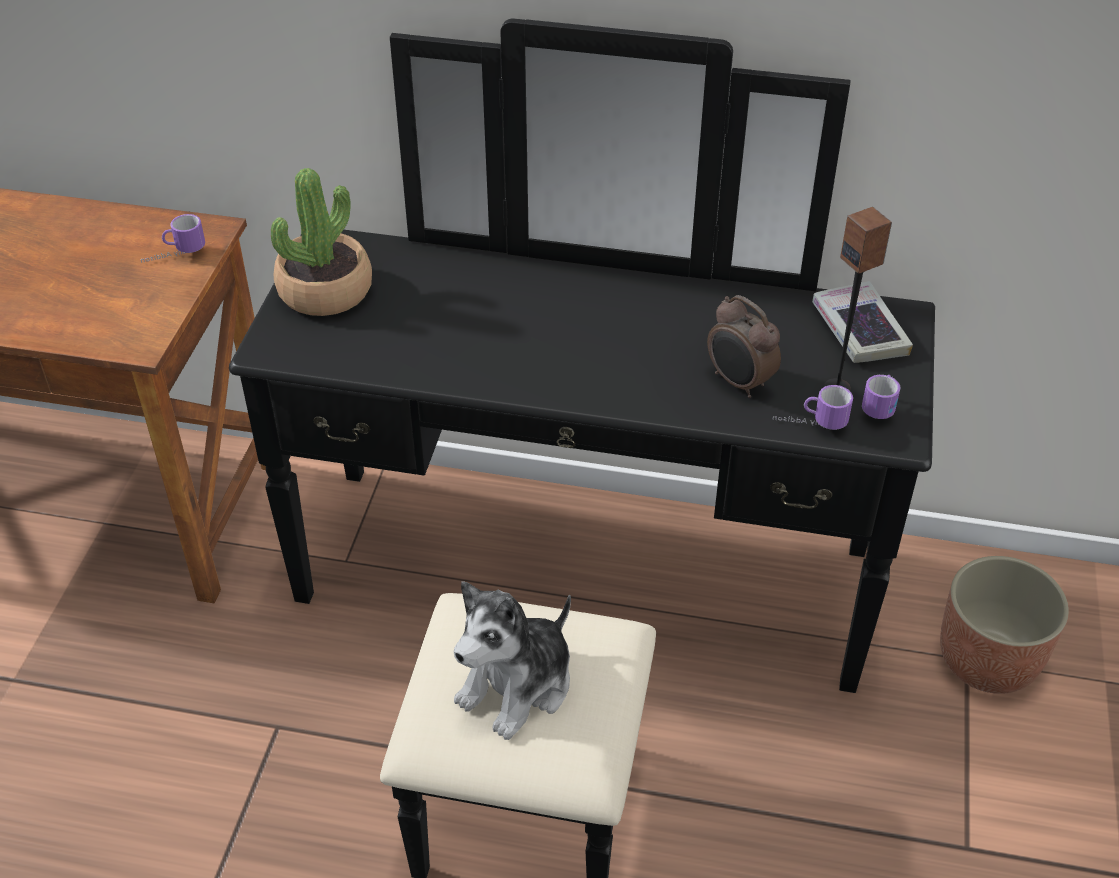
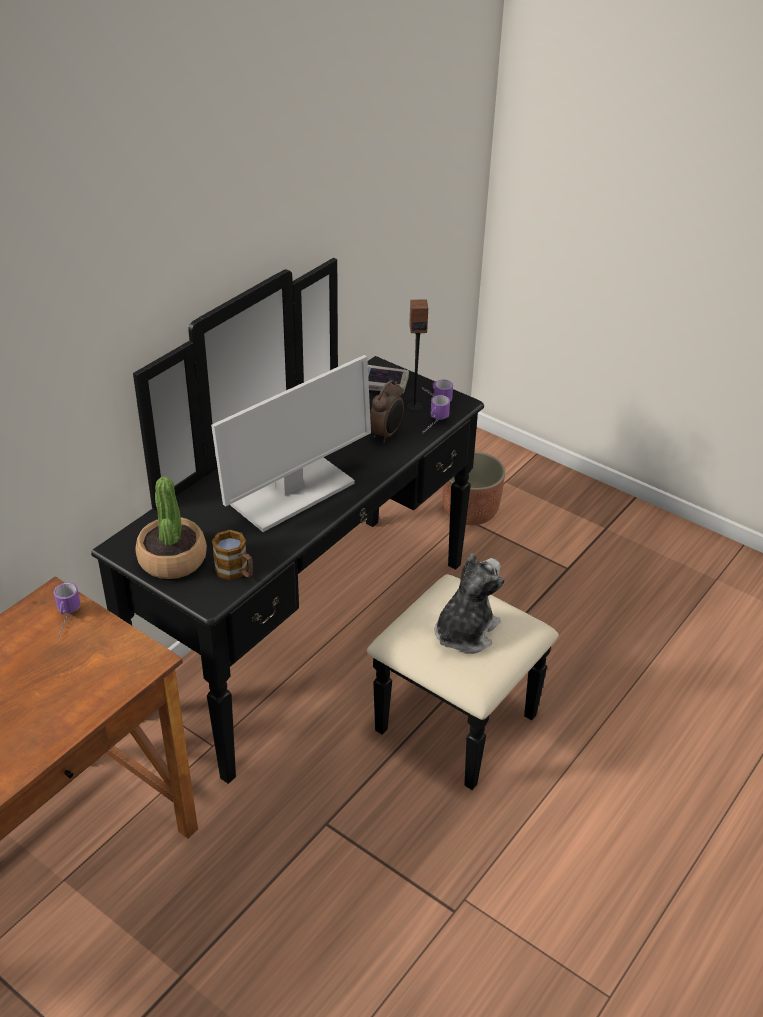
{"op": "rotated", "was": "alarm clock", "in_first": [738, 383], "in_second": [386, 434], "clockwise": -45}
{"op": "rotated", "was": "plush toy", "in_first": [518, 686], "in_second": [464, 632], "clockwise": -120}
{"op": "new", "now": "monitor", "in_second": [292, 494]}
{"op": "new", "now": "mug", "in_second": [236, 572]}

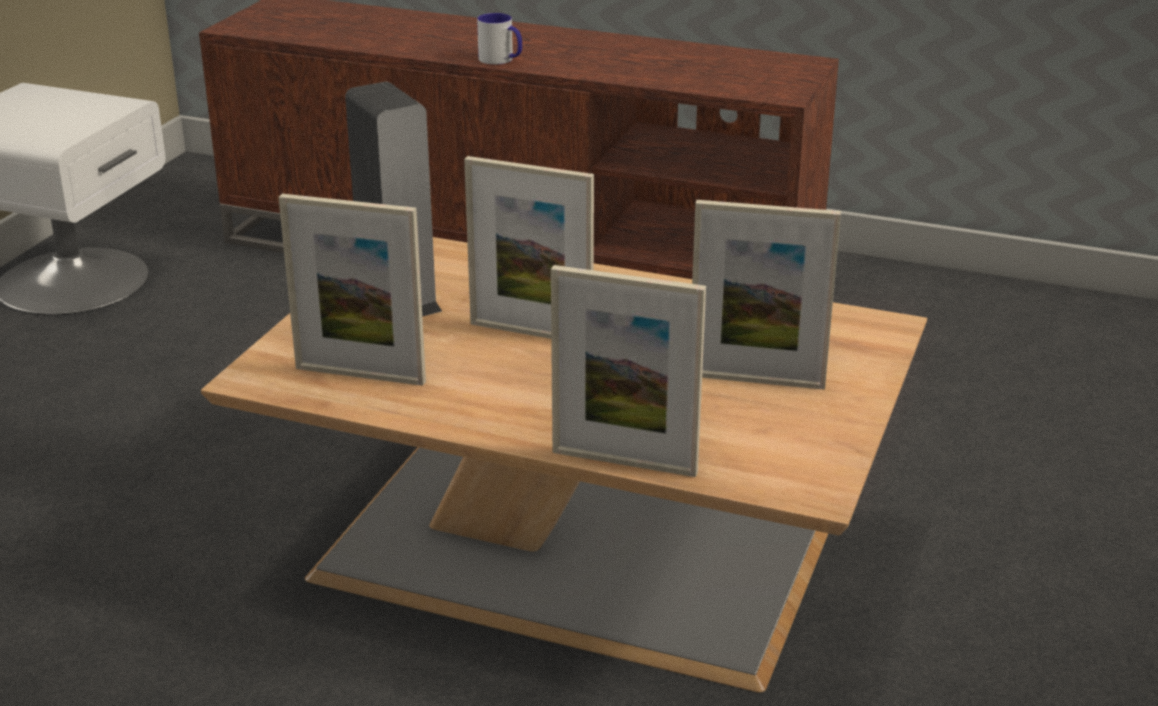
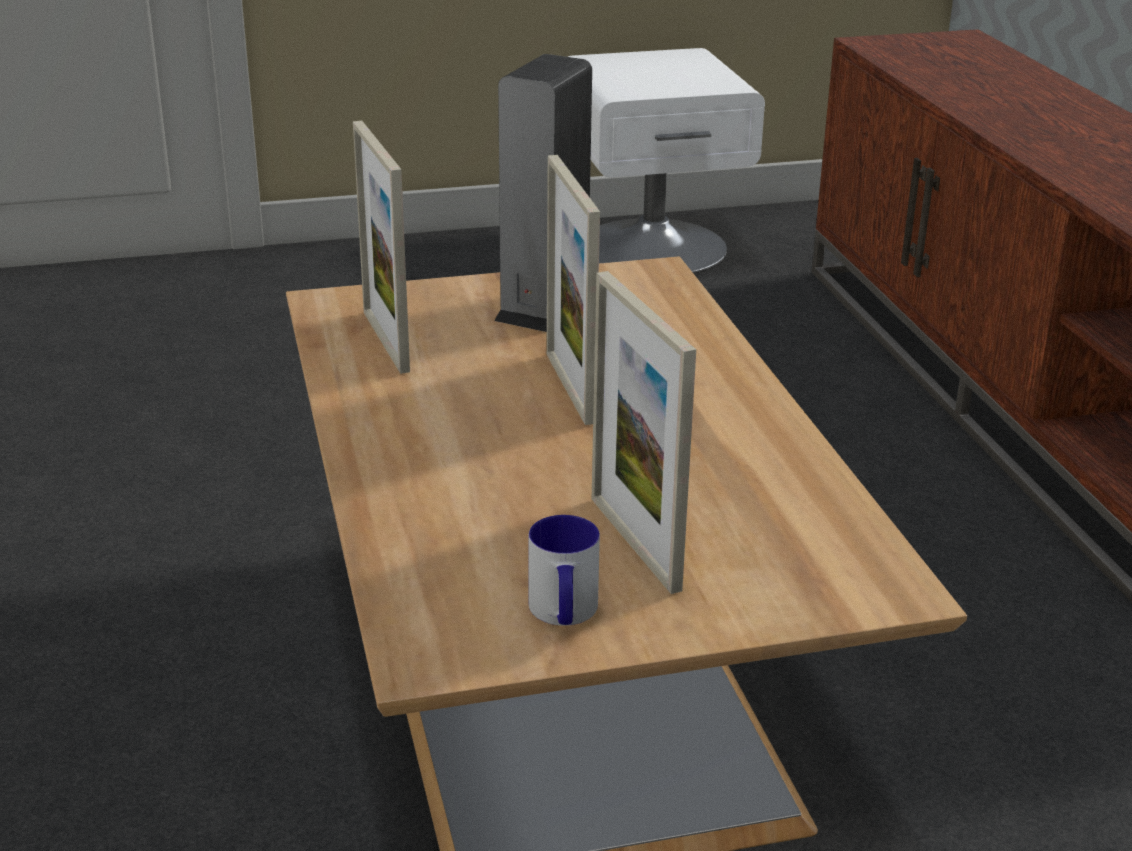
{"op": "shifted", "was": "mug", "in_first": [501, 60], "in_second": [563, 614]}
{"op": "gone", "was": "picture frame", "in_first": [624, 462]}

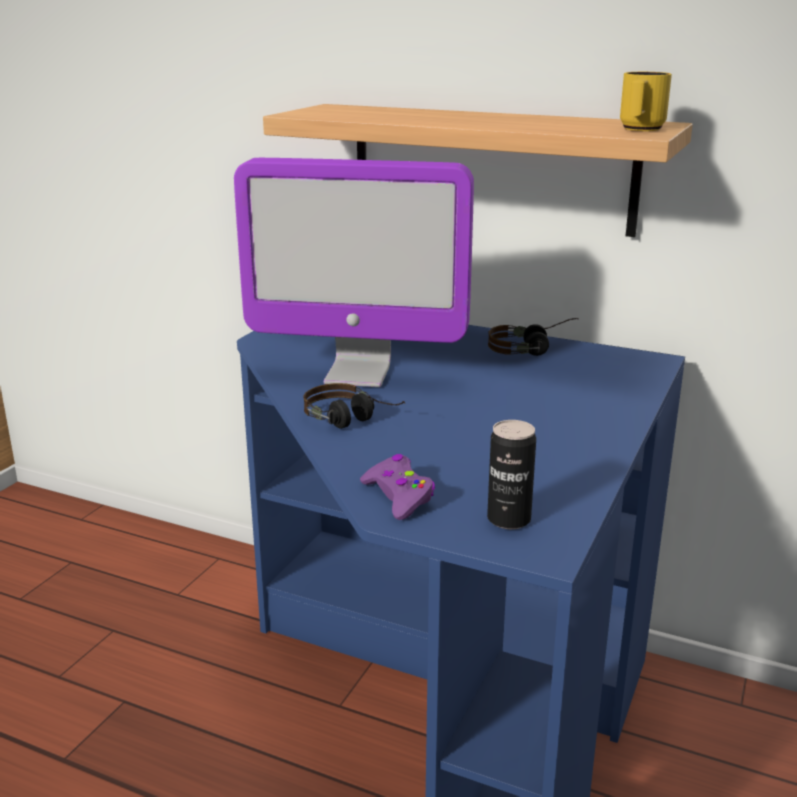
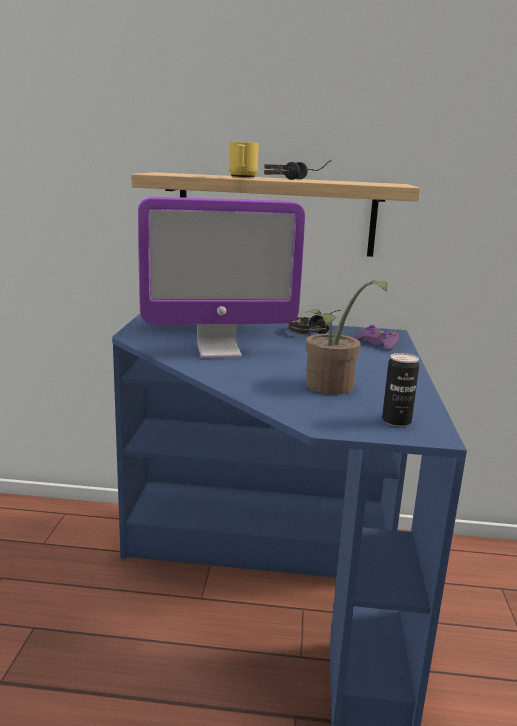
{"op": "shifted", "was": "yellow mug", "in_first": [640, 129], "in_second": [242, 177]}
{"op": "shifted", "was": "headphones", "in_first": [353, 421], "in_second": [295, 179]}
{"op": "shifted", "was": "purple game controller", "in_first": [399, 496], "in_second": [377, 344]}
{"op": "new", "now": "potted plant", "in_second": [331, 388]}

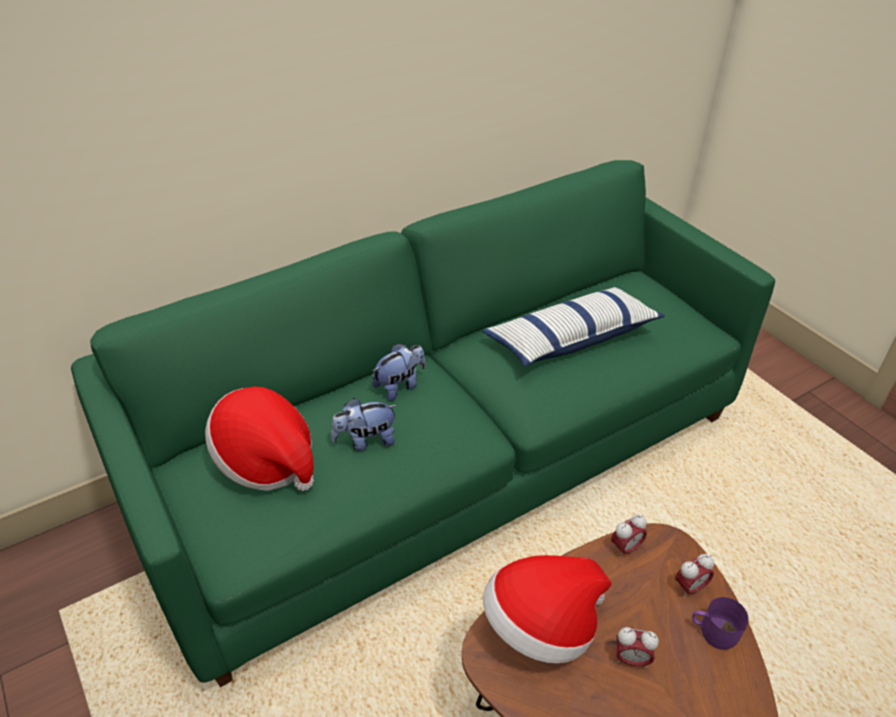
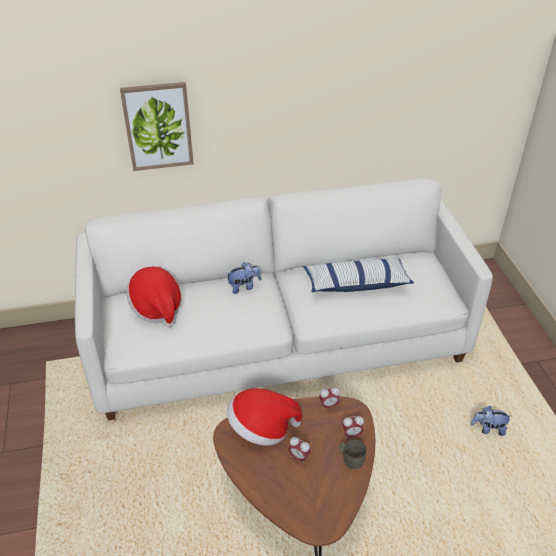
{"op": "repainted", "was": "green sofa", "now": "white sofa", "in_first": [448, 459], "in_second": [278, 341]}
{"op": "shifted", "was": "plush toy", "in_first": [366, 441], "in_second": [488, 428]}
{"op": "repainted", "was": "purple mug", "now": "grey mug", "in_first": [713, 631], "in_second": [351, 458]}
{"op": "new", "now": "picture", "in_second": [158, 126]}

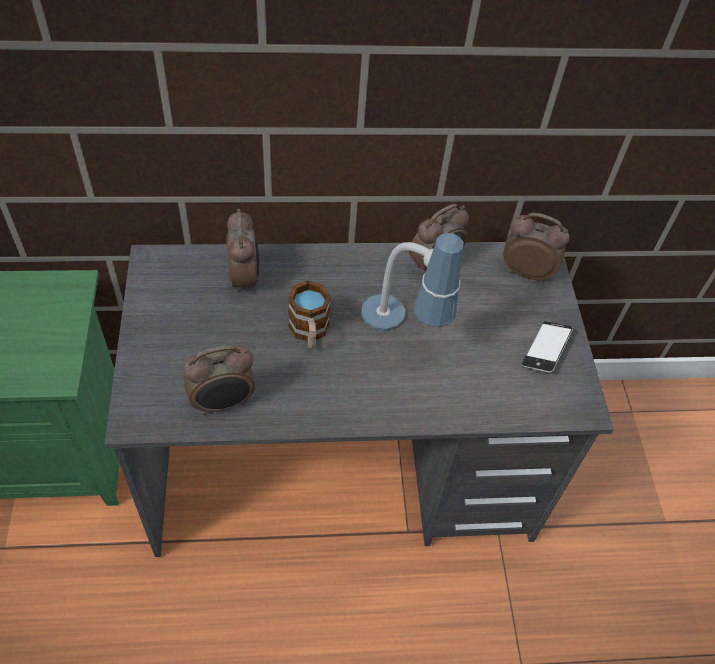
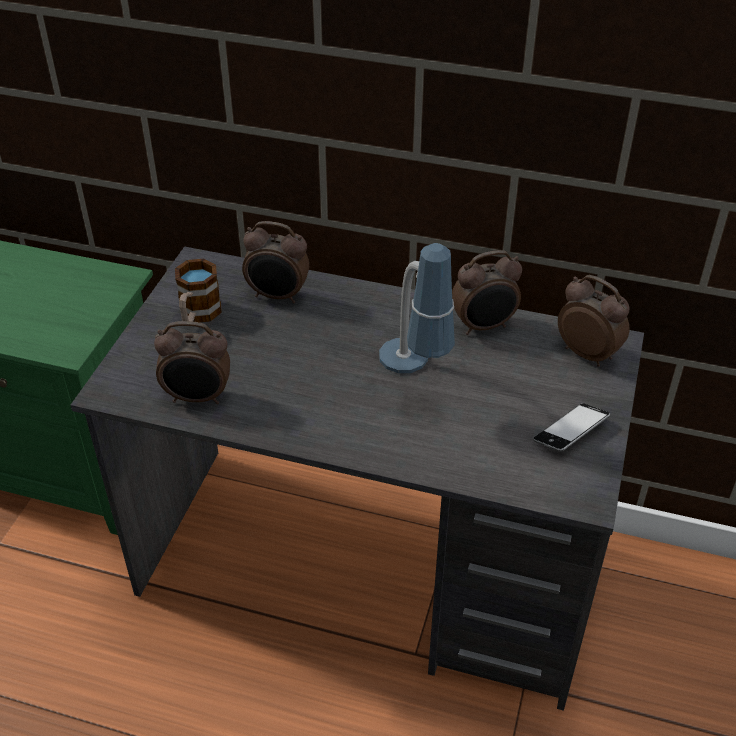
{"op": "rotated", "was": "alarm clock", "in_first": [245, 278], "in_second": [278, 296], "clockwise": 90}
{"op": "shifted", "was": "mug", "in_first": [309, 332], "in_second": [197, 315]}

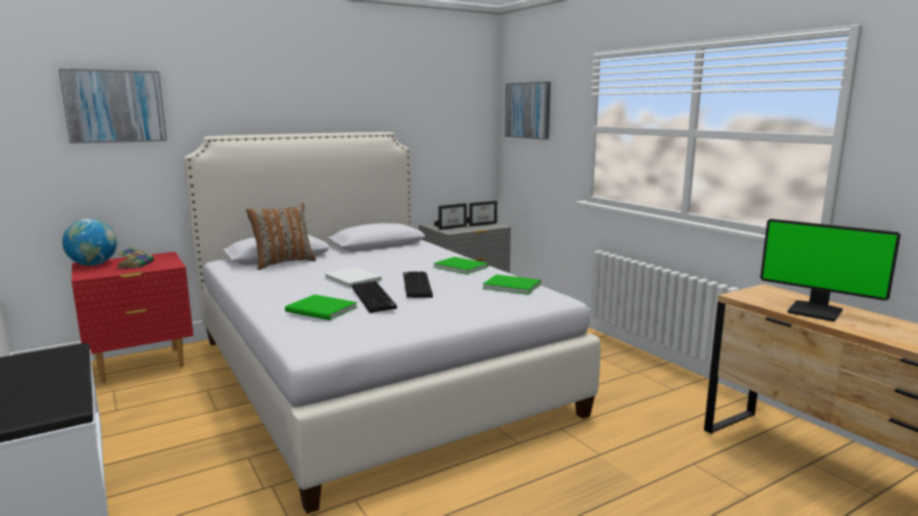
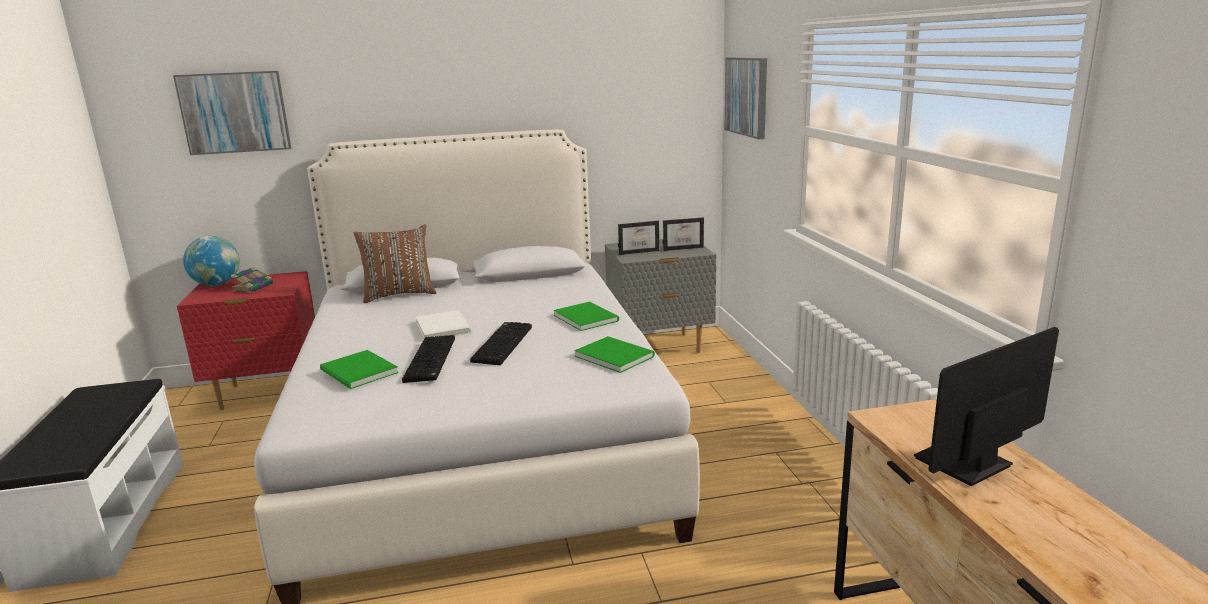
{"op": "rotated", "was": "monitor", "in_first": [816, 311], "in_second": [965, 464], "clockwise": 90}

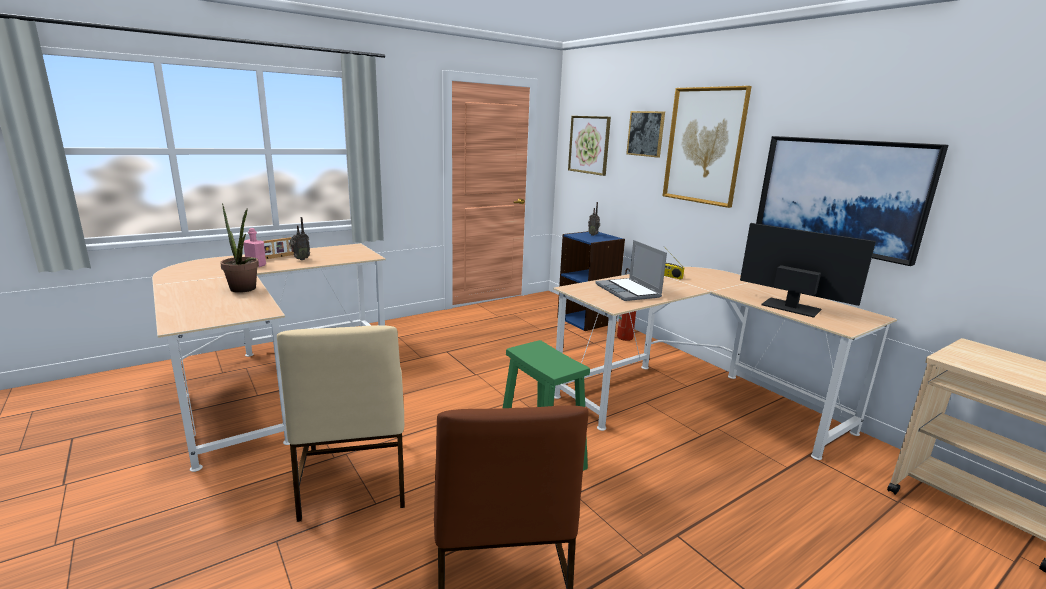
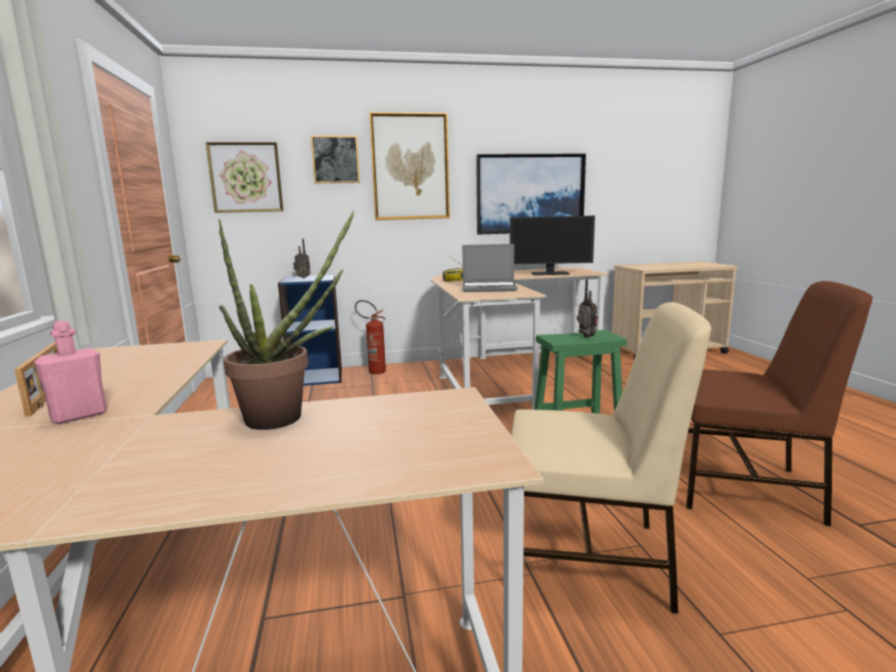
{"op": "shifted", "was": "radio", "in_first": [300, 259], "in_second": [585, 337]}
{"op": "rotated", "was": "monitor", "in_first": [790, 307], "in_second": [550, 273], "clockwise": -150}

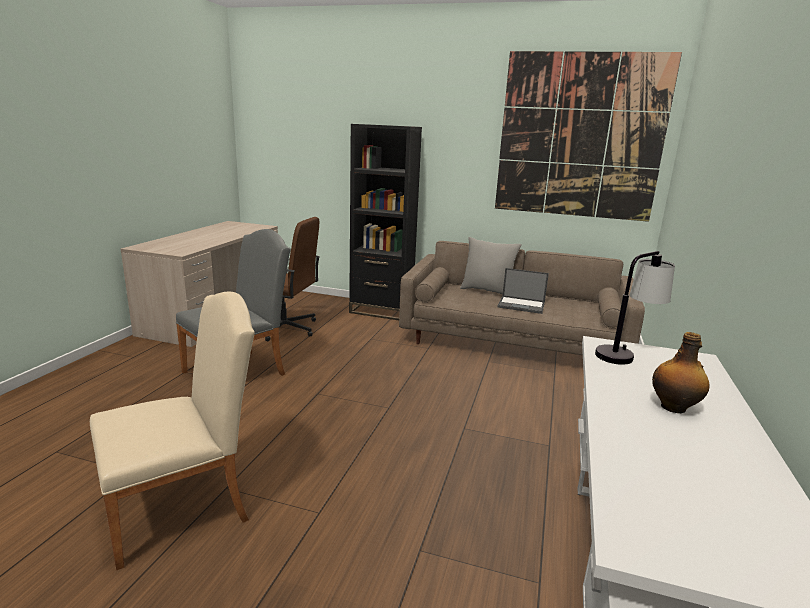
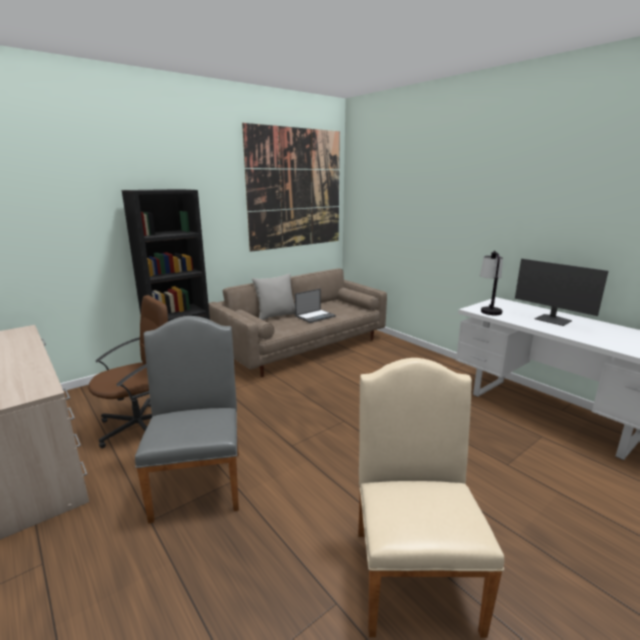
{"op": "swapped", "was": "bottle", "now": "monitor", "in_first": [674, 407], "in_second": [552, 320]}

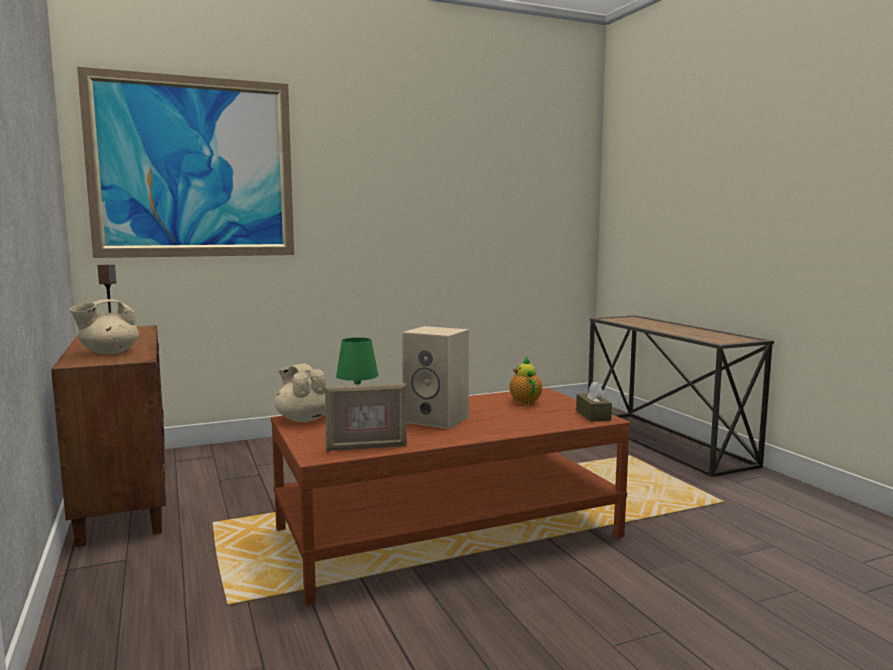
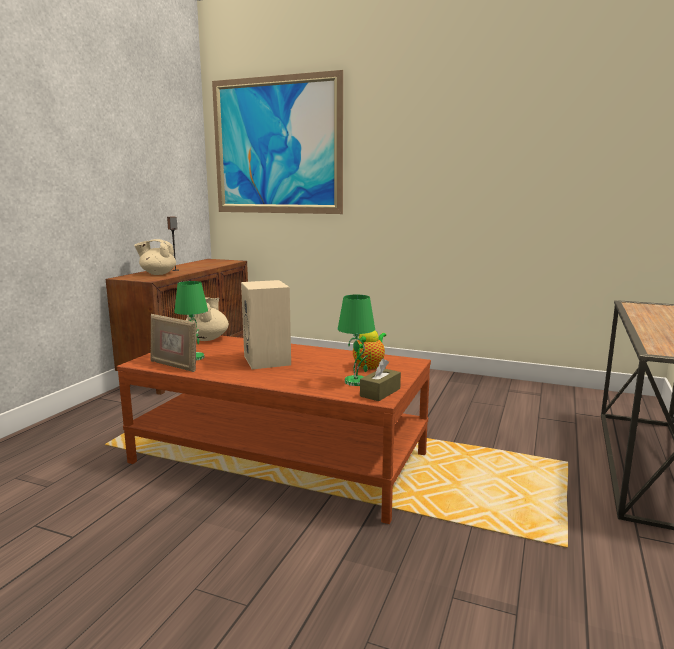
{"op": "new", "now": "green table lamp", "in_second": [356, 382]}

